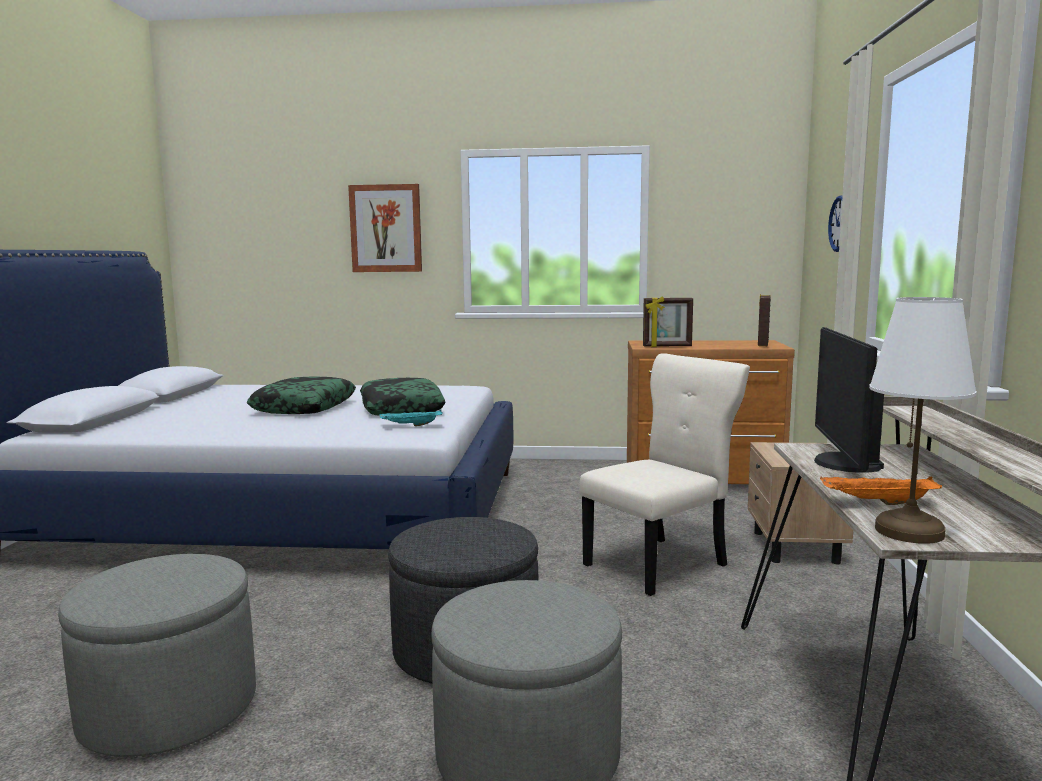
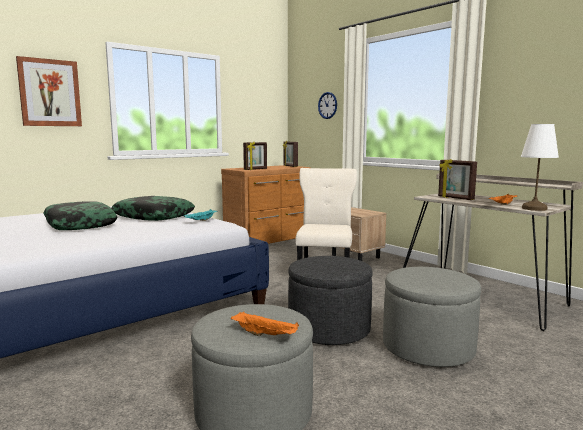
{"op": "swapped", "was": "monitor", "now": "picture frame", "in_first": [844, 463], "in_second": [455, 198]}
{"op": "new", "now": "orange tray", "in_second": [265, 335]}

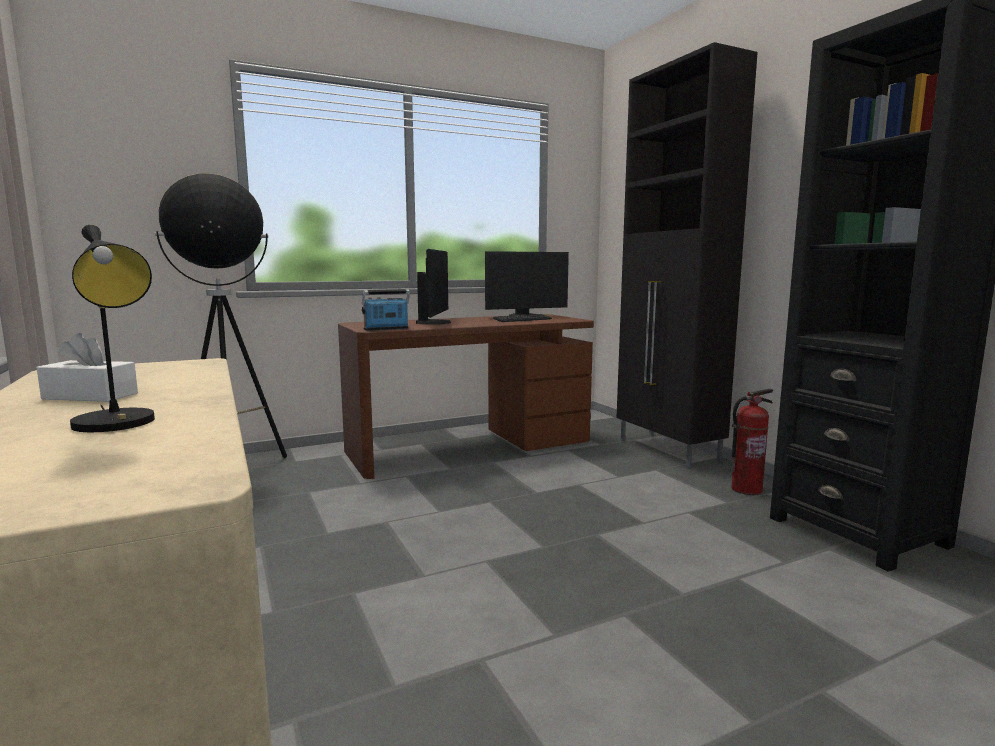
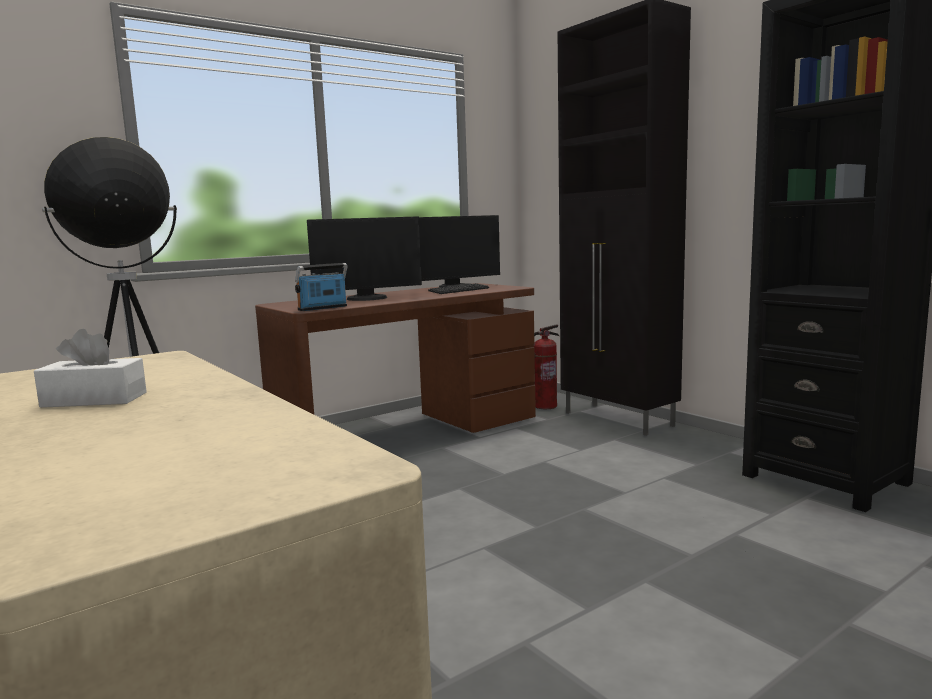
{"op": "gone", "was": "black table lamp", "in_first": [119, 424]}
{"op": "rotated", "was": "monitor", "in_first": [435, 323], "in_second": [367, 298], "clockwise": 75}
{"op": "shifted", "was": "fire extinguisher", "in_first": [746, 489], "in_second": [545, 406]}

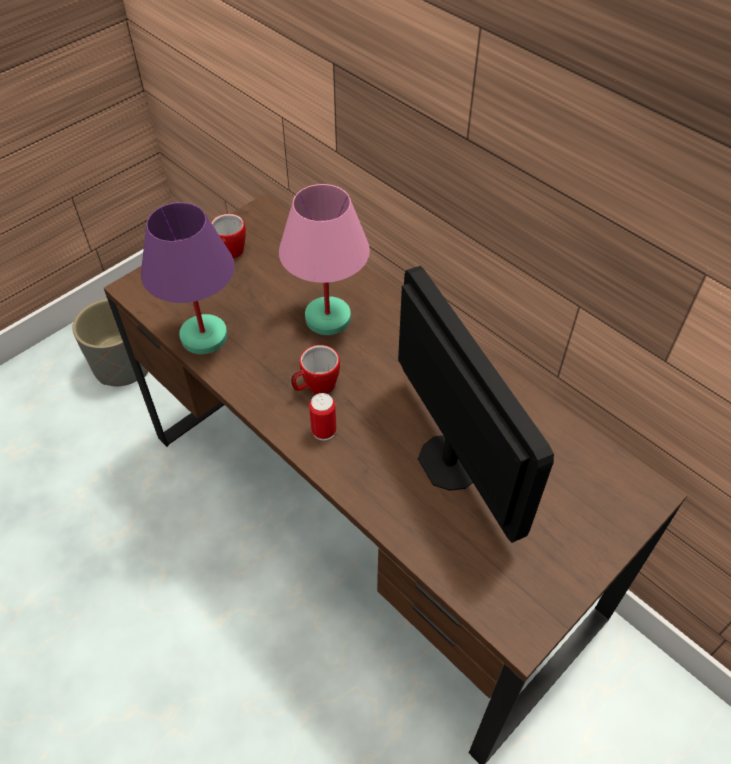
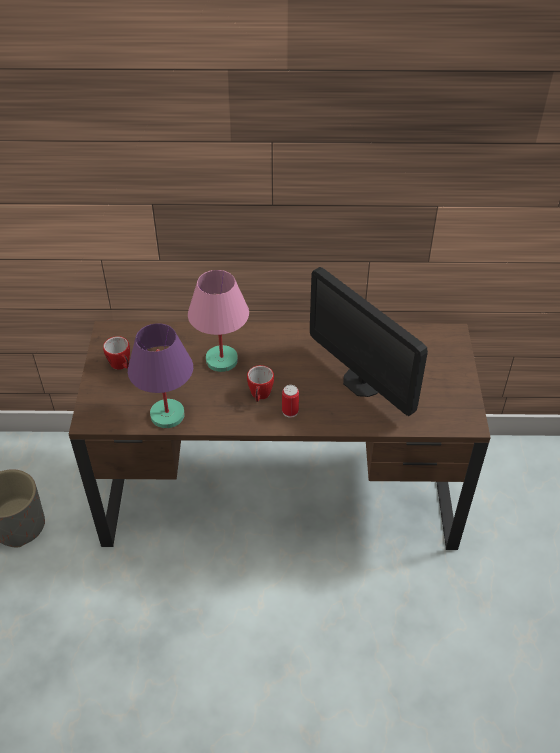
{"op": "rotated", "was": "monitor", "in_first": [449, 462], "in_second": [362, 382], "clockwise": -150}

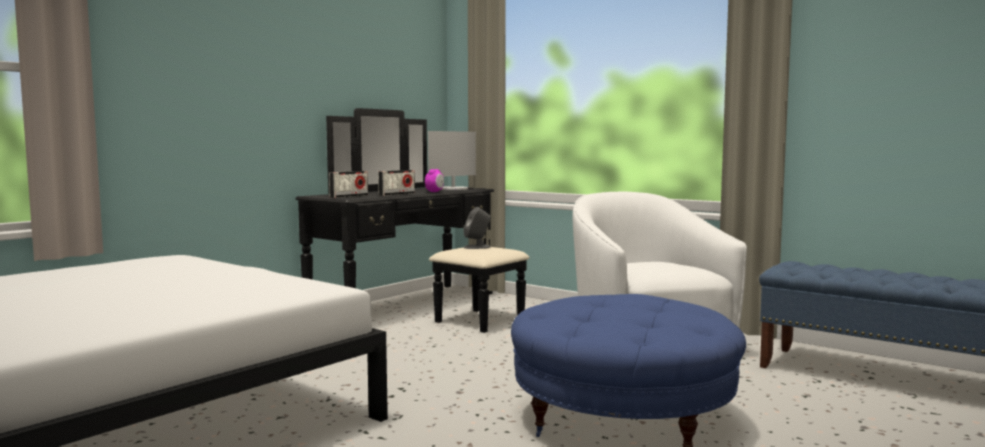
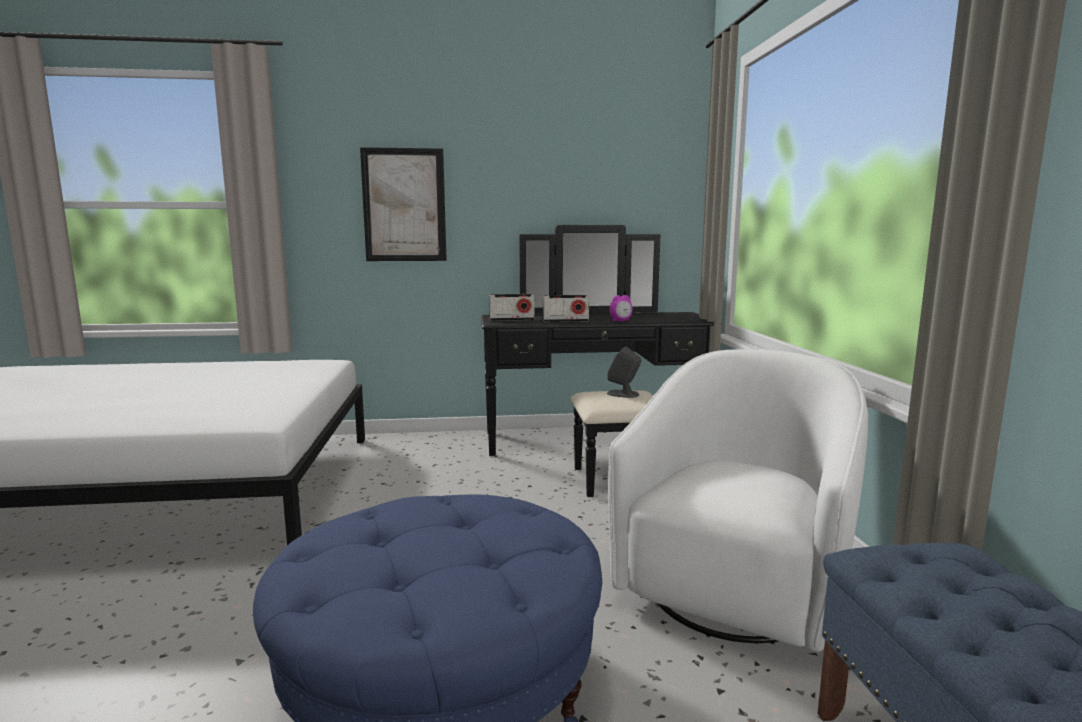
{"op": "gone", "was": "monitor", "in_first": [454, 189]}
{"op": "new", "now": "picture", "in_second": [404, 205]}

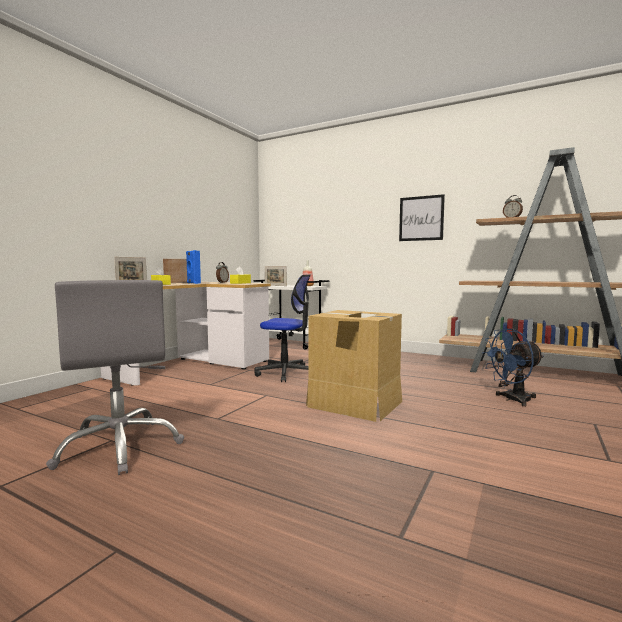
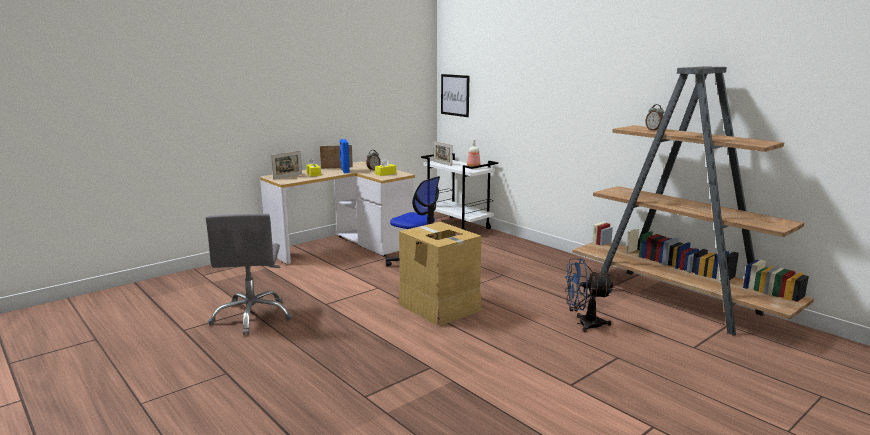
{"op": "shifted", "was": "picture", "in_first": [421, 218], "in_second": [455, 95]}

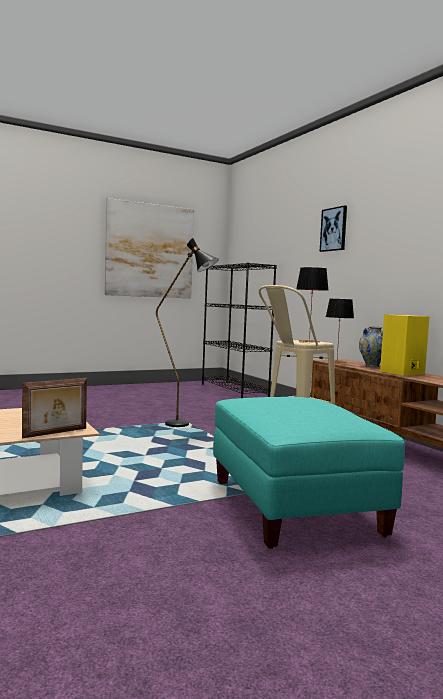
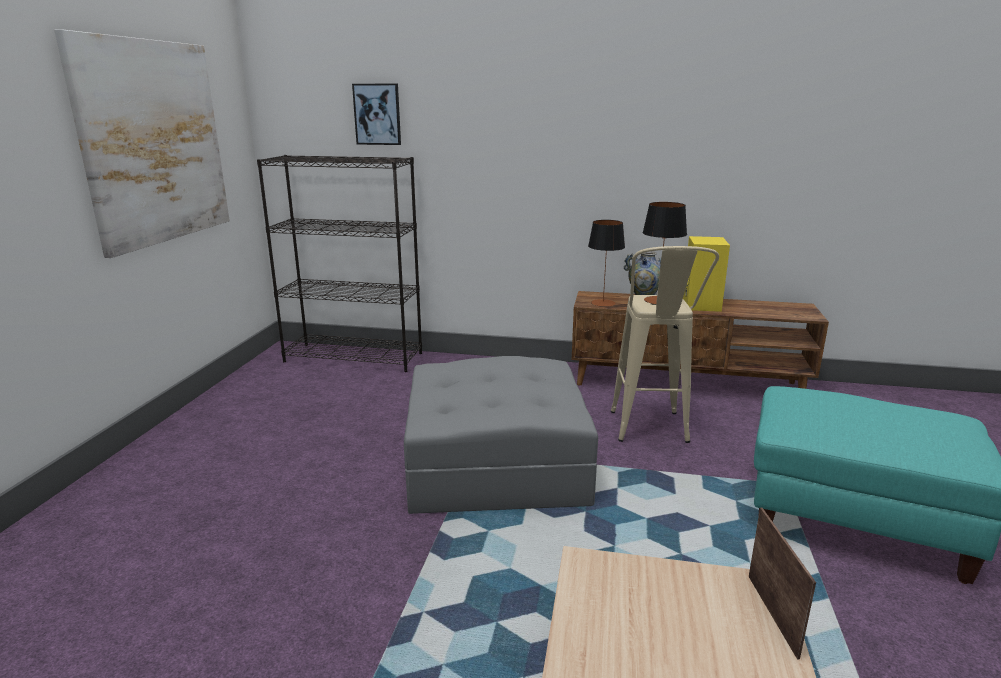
{"op": "shifted", "was": "picture", "in_first": [334, 229], "in_second": [377, 114]}
{"op": "swapped", "was": "black floor lamp", "now": "grey ottoman", "in_first": [185, 425], "in_second": [496, 461]}

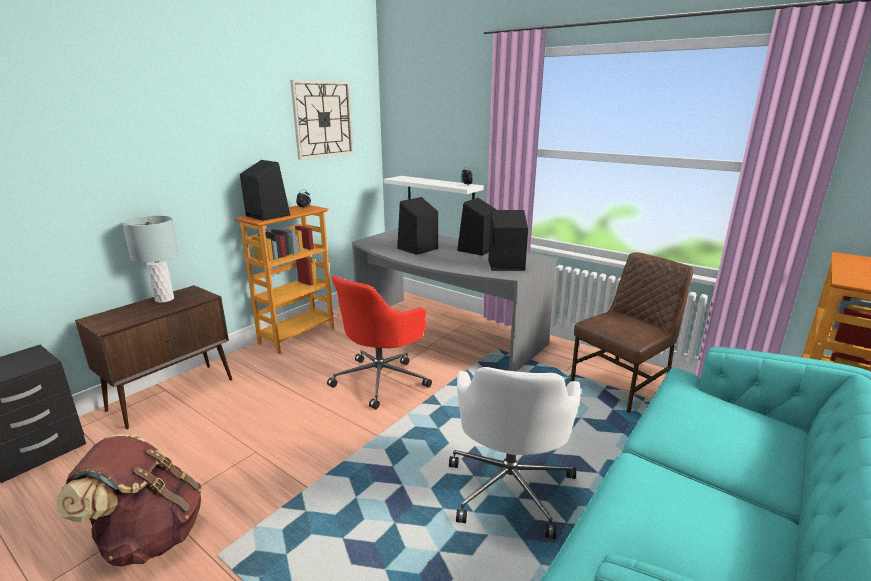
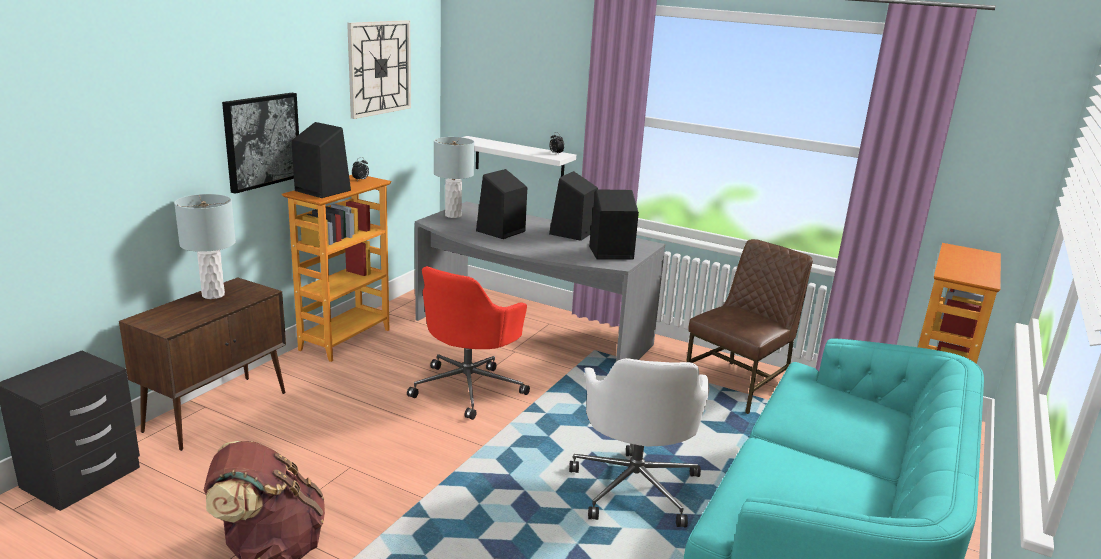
{"op": "new", "now": "picture", "in_second": [262, 141]}
{"op": "new", "now": "grey table lamp", "in_second": [453, 215]}

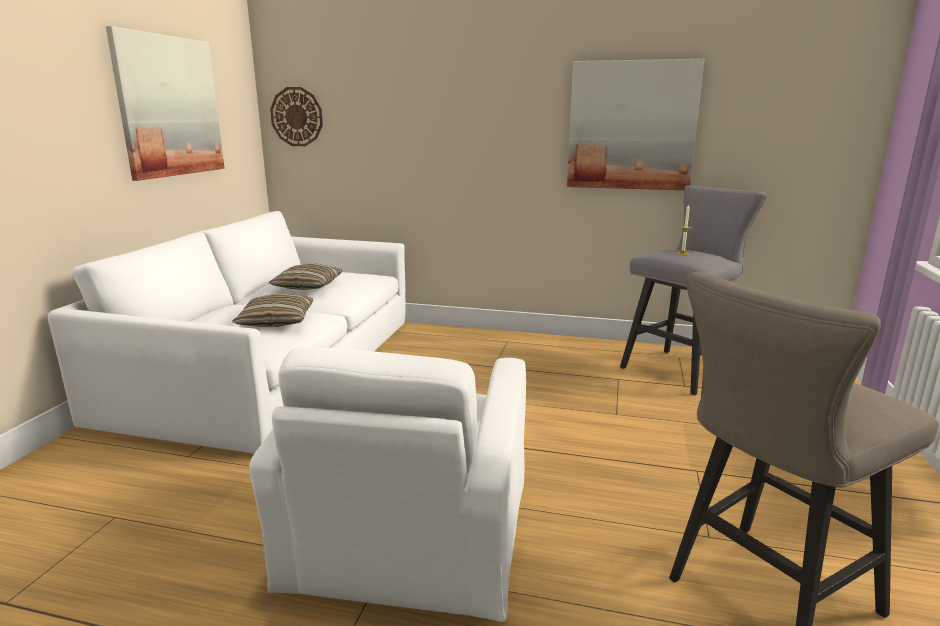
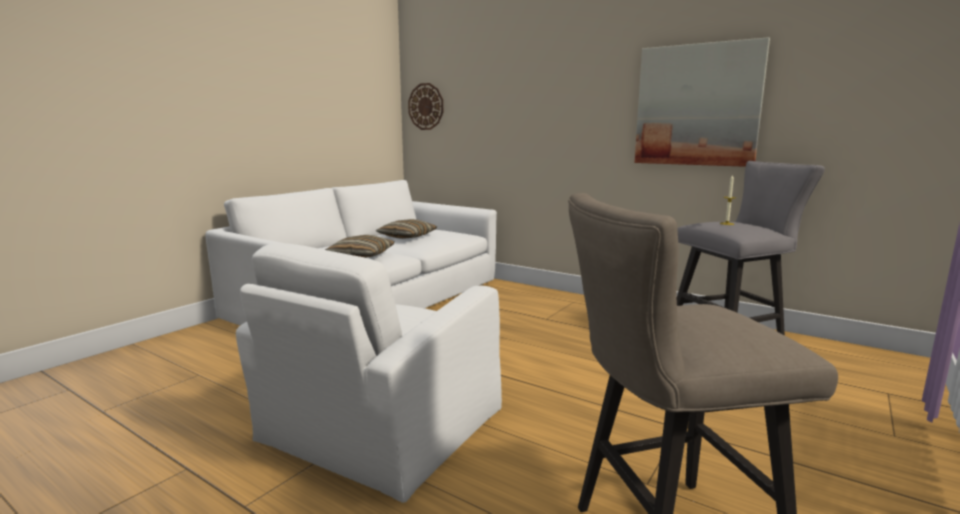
{"op": "gone", "was": "picture", "in_first": [169, 106]}

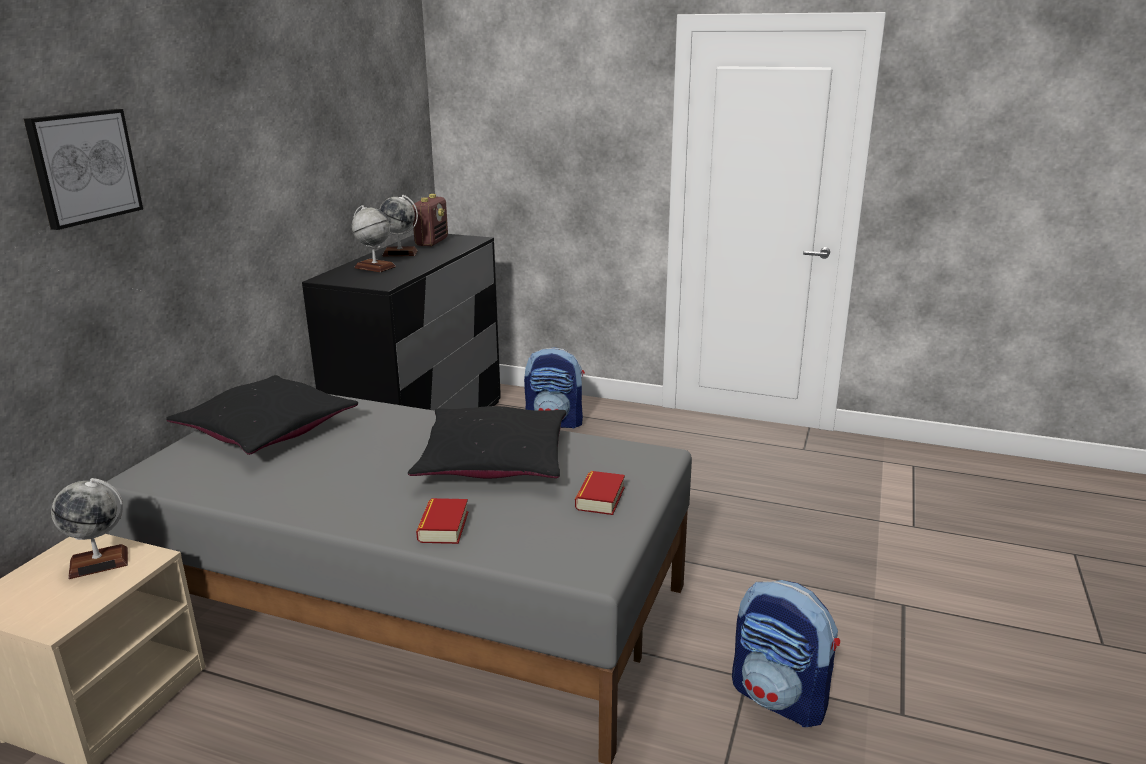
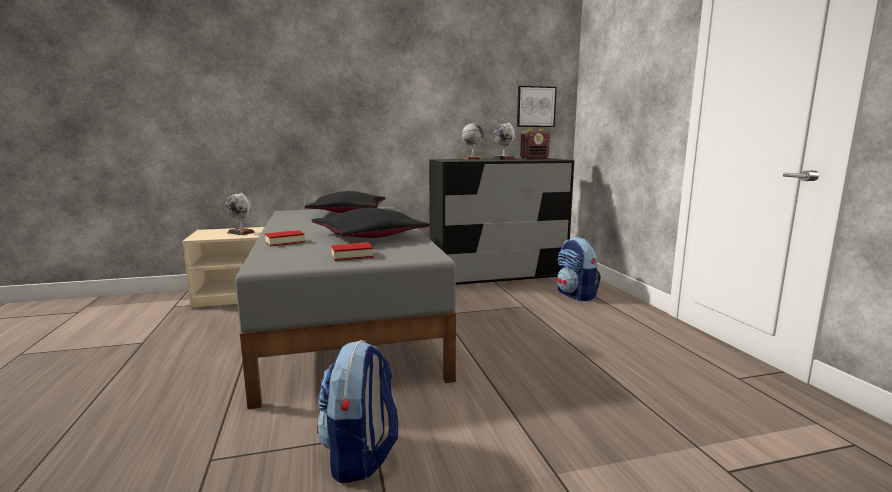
{"op": "shifted", "was": "picture", "in_first": [84, 167], "in_second": [535, 106]}

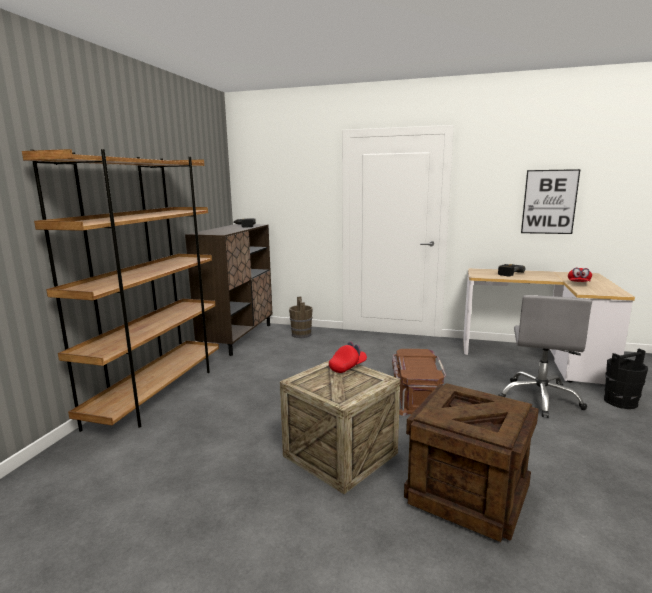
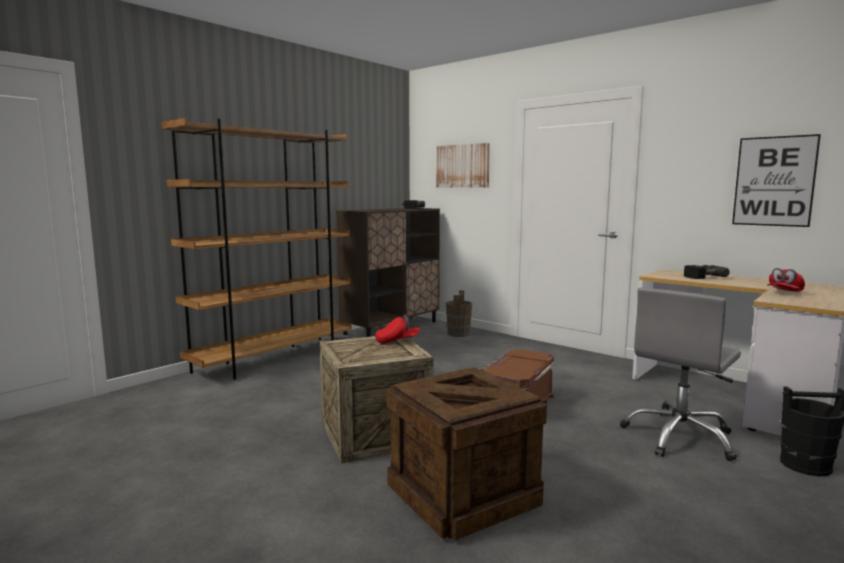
{"op": "new", "now": "picture", "in_second": [462, 166]}

